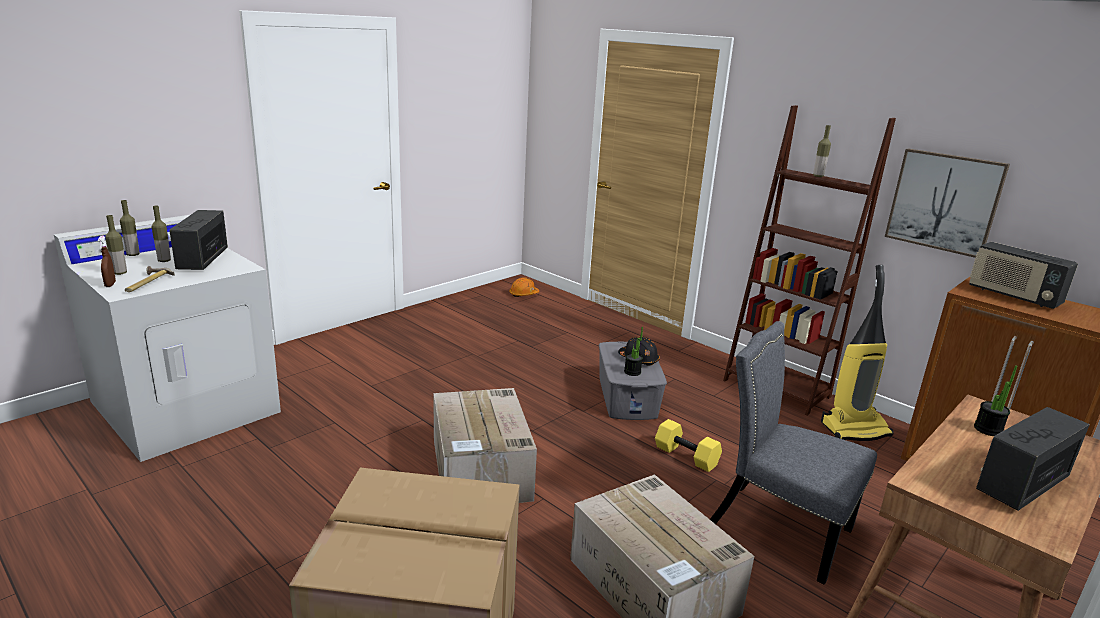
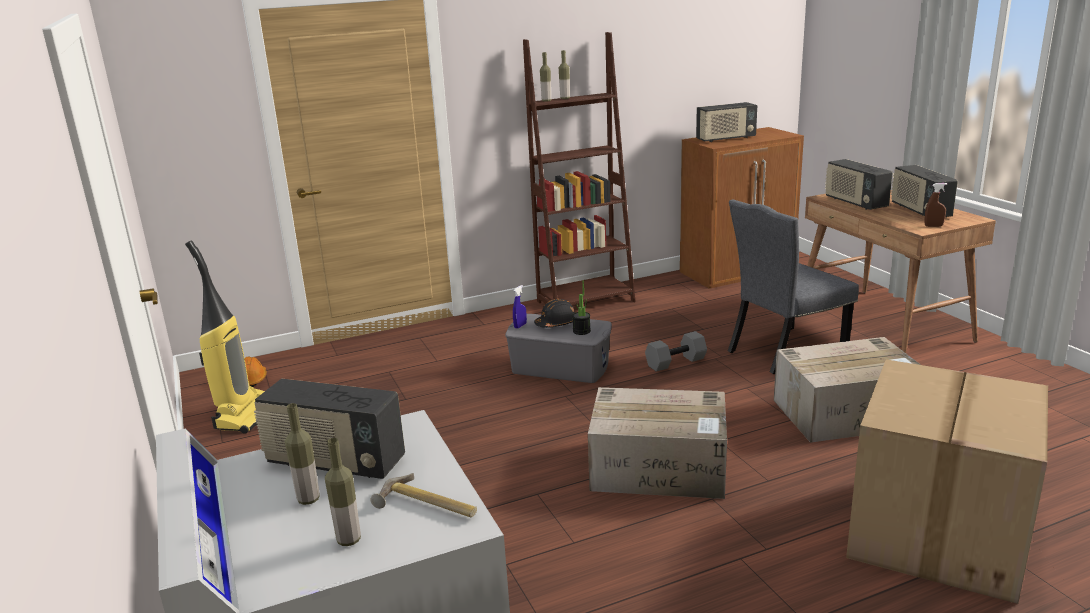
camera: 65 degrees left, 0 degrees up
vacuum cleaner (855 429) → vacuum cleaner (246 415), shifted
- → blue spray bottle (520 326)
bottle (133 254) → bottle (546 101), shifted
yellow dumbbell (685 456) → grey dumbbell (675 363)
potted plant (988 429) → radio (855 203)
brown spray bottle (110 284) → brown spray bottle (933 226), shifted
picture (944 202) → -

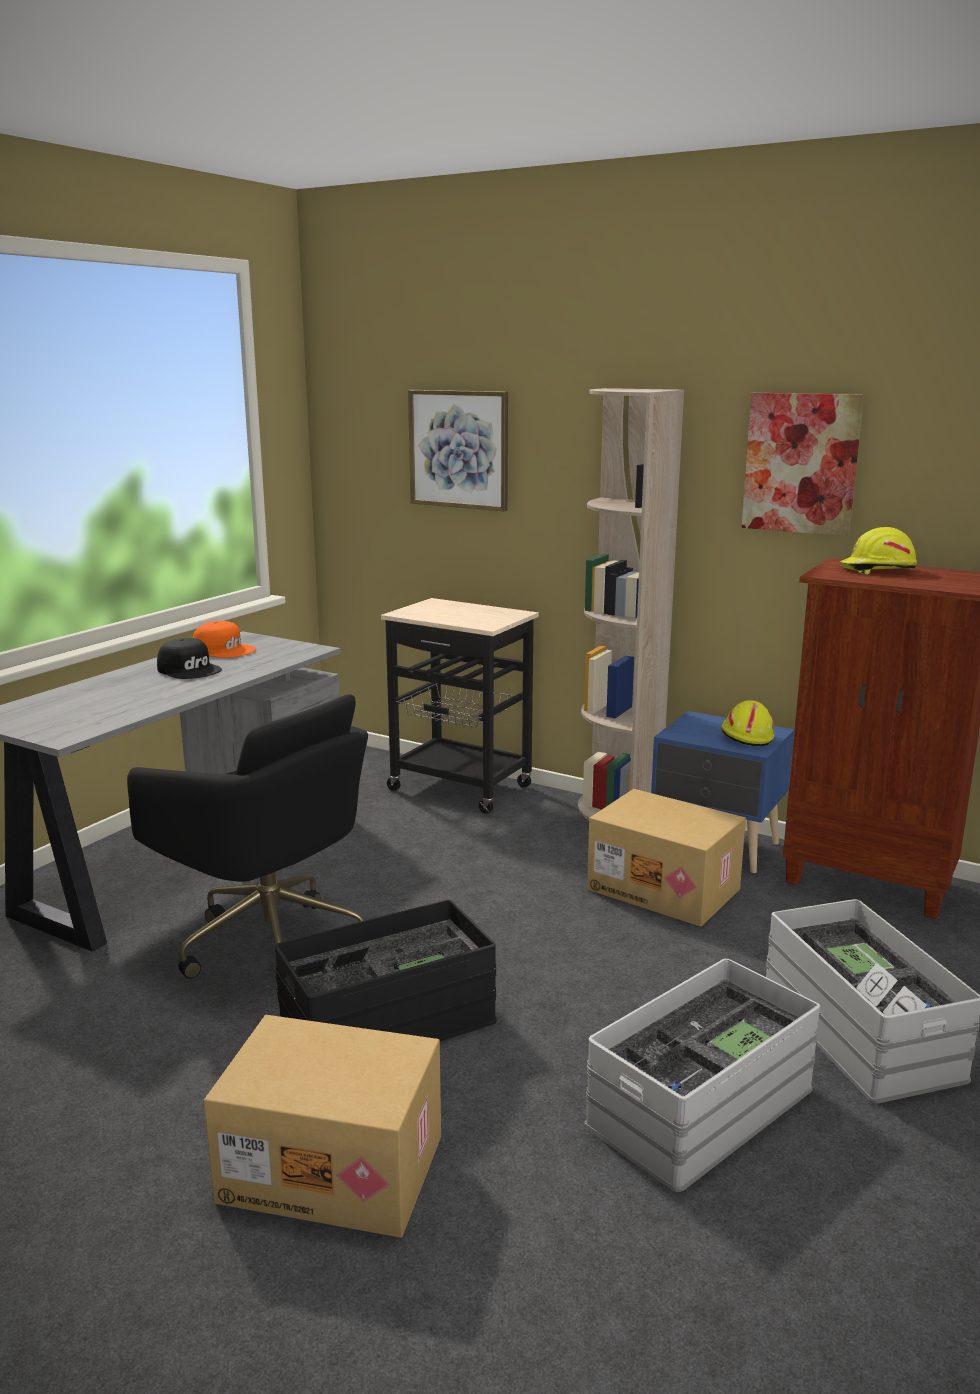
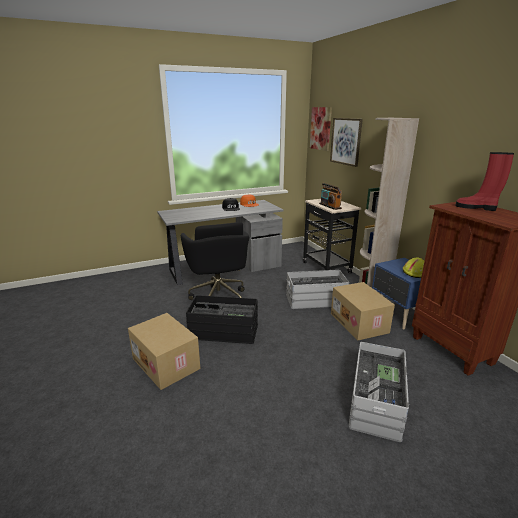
camera: 35 degrees right, 5 degrees up
grey storage box (702 1107) → grey storage box (315 300), shifted
picture (801 463) → picture (321 128), shifted
- → radio (330 206)
yellow hard hat (877 570) → red boot (476 208)

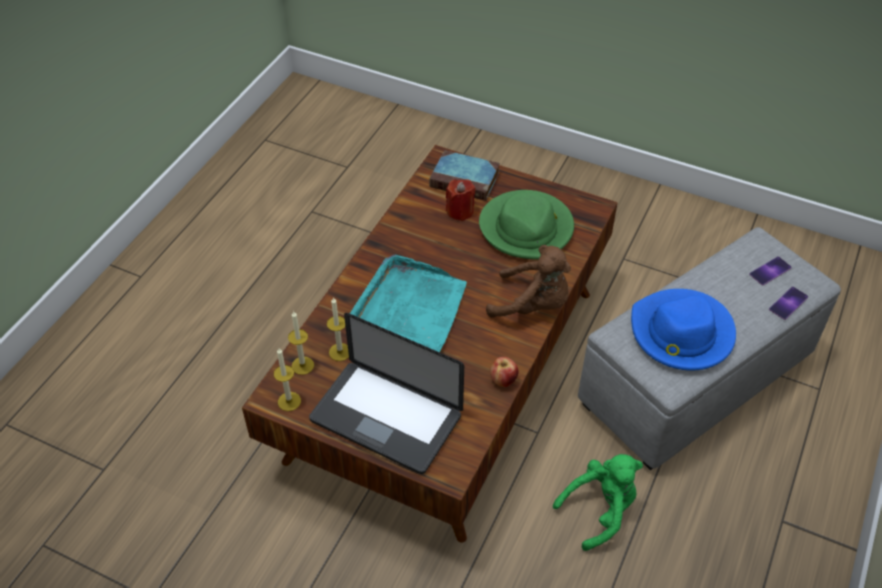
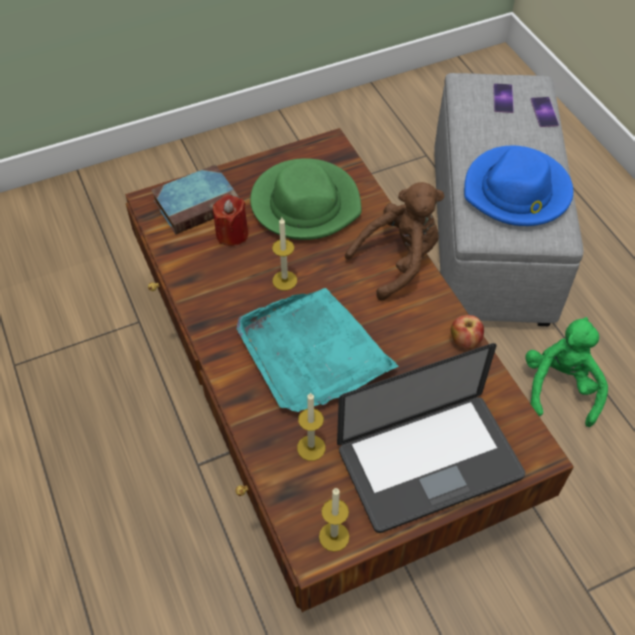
camera: 50 degrees left, 5 degrees up
candle (302 365) → candle (284 280), shifted

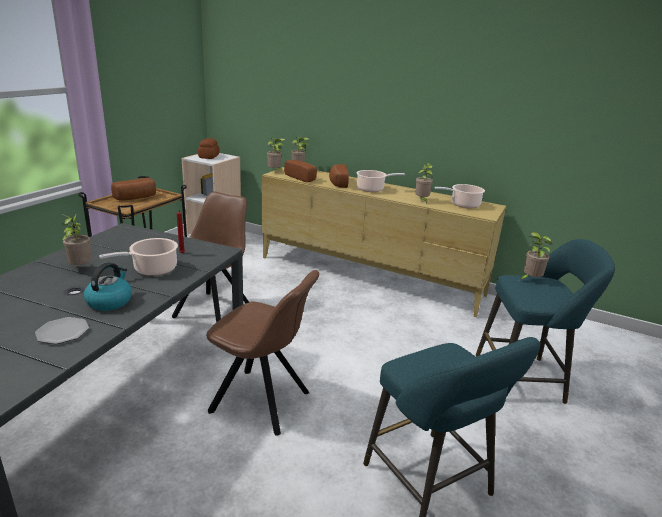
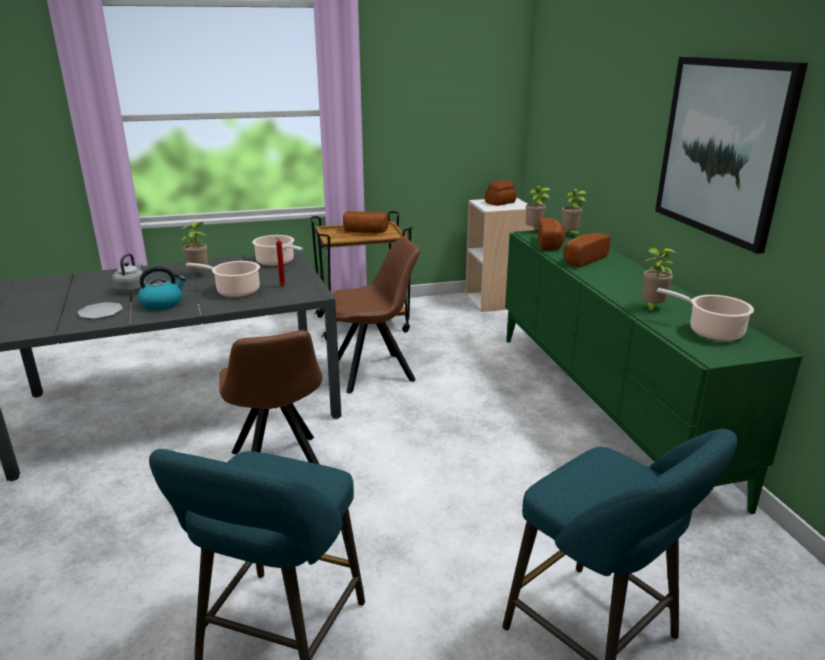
camera: 50 degrees right, 0 degrees up
- → grey kettle (132 289)
cooking pot (372 189) → cooking pot (277 262), shifted
beige cabinet (370 275) → green cabinet (605 409)
- → picture (722 149)
potted plant (530 280) → -

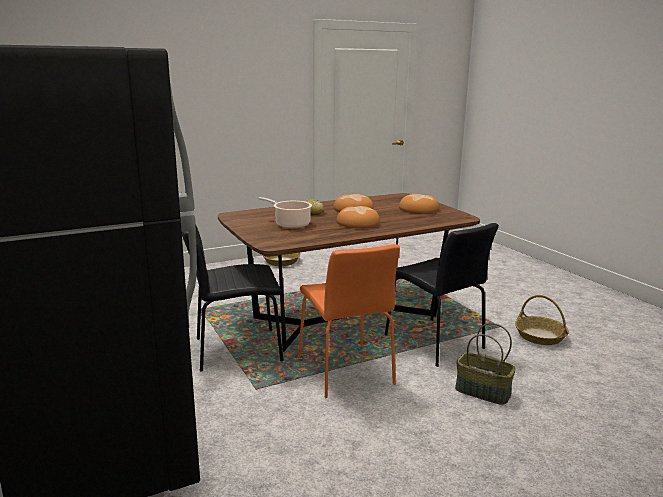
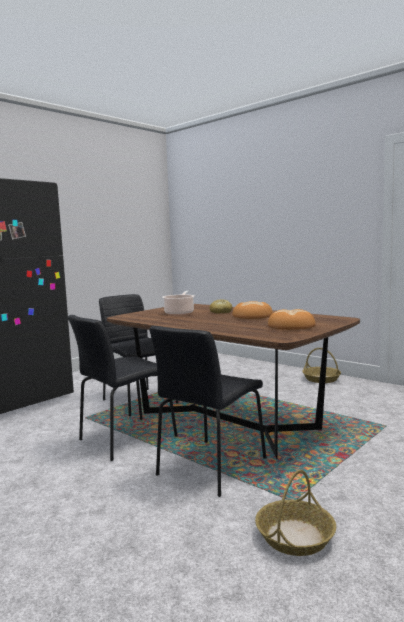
camera: 70 degrees right, 10 degrees down
orange chair (346 371) → black chair (125 439)
bread (358 222) → -
basket (482 392) → -

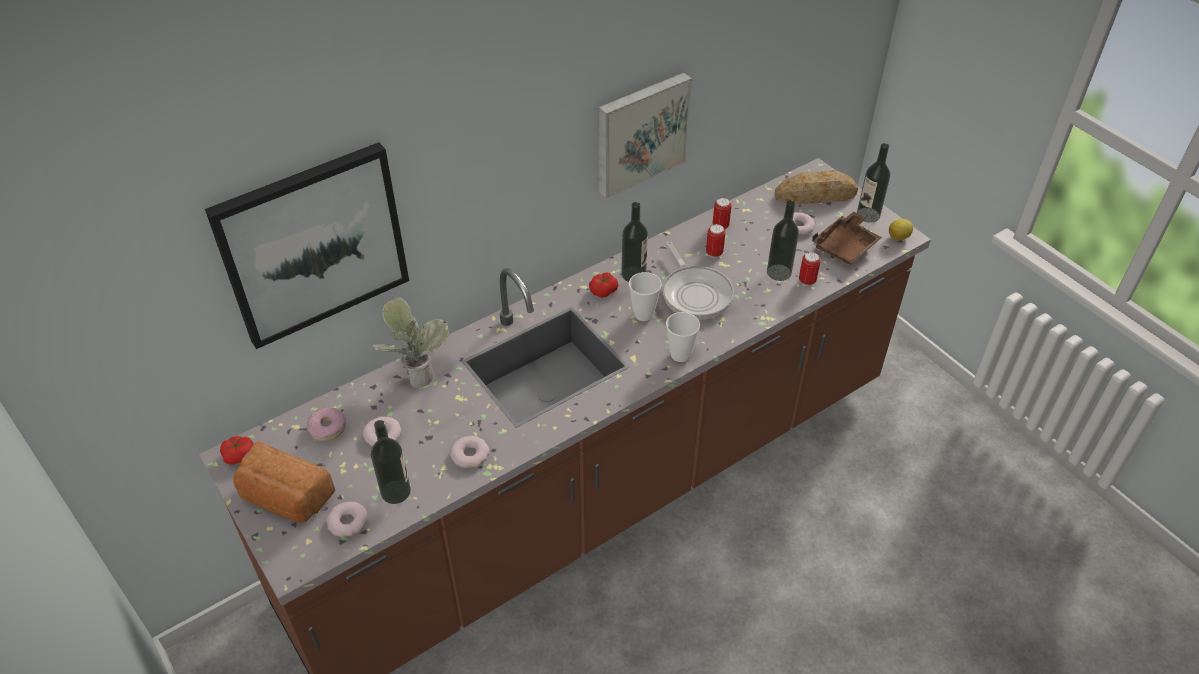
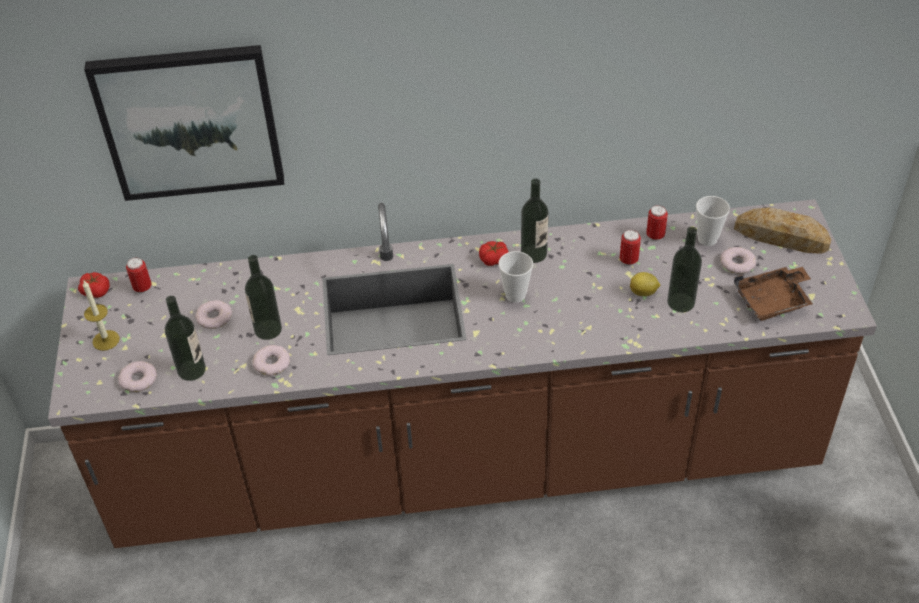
camera: 30 degrees right, 0 degrees up
bread (285 498) → candle (106 340)
can (807 281) → can (142 288), shifted
bottle (868 215) → bottle (268 329), shifted
lemon (899 237) → lemon (644 292), shifted
cup (680 355) → cup (707 239), shifted
donut (327 428) → -
potted plant (416 373) → -
picture (640 133) → -
frying pan (695 293) → -

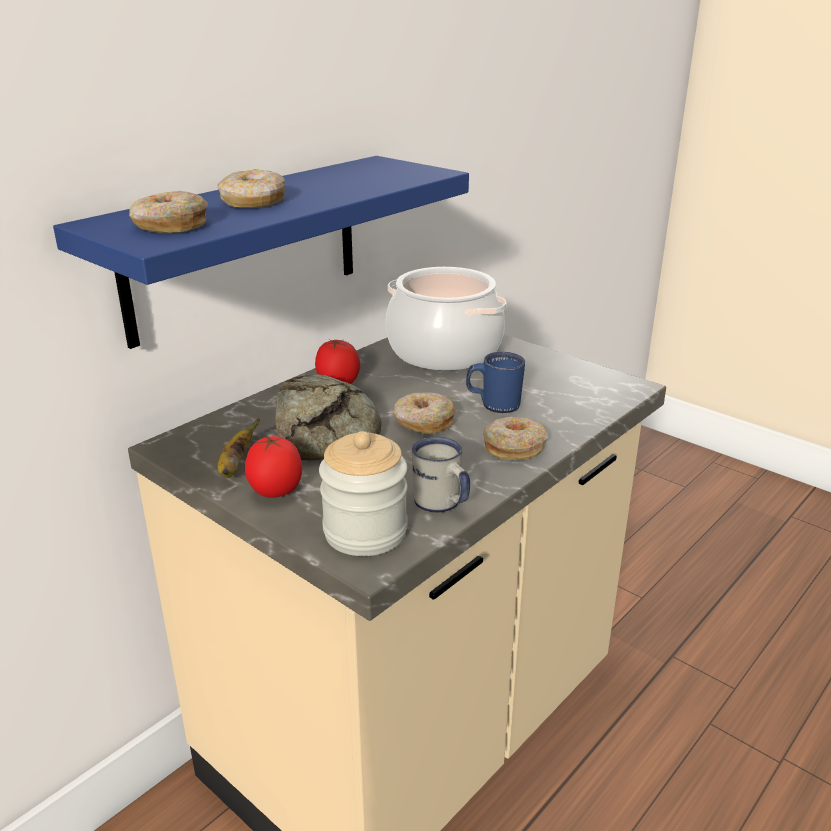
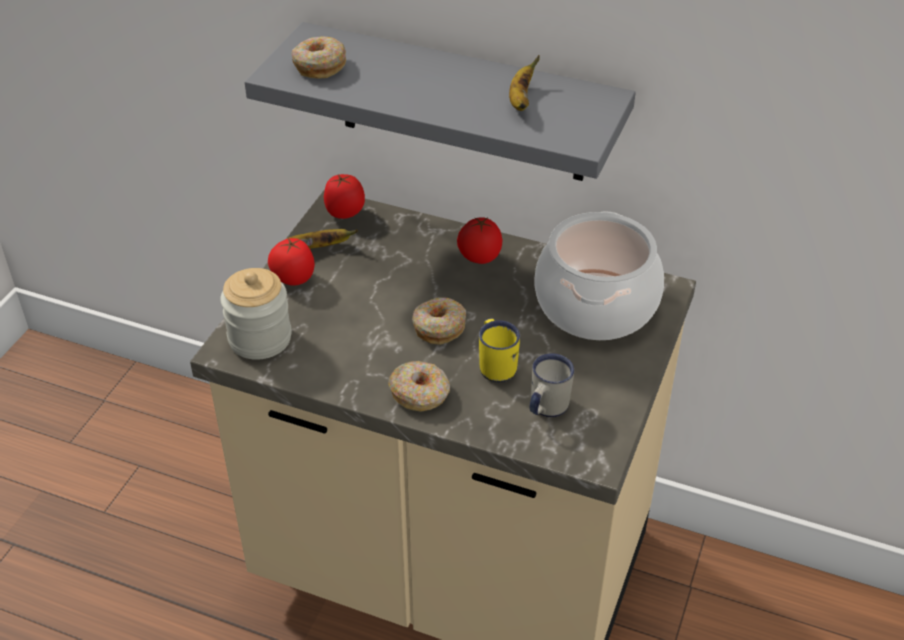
camera: 70 degrees right, 15 degrees up
blue shelf (245 247) → grey shelf (462 104)
- → tomato (345 213)
blue mug (493 404) → yellow mug (496 364)
- → banana (521 100)
white mug (441 505) → white mug (545 408), shifted
donut (253 202) → -
bread (325 431) → -

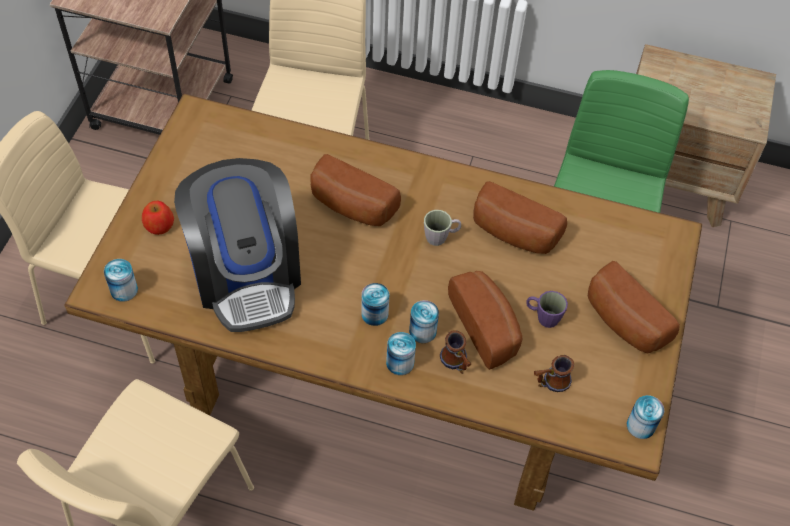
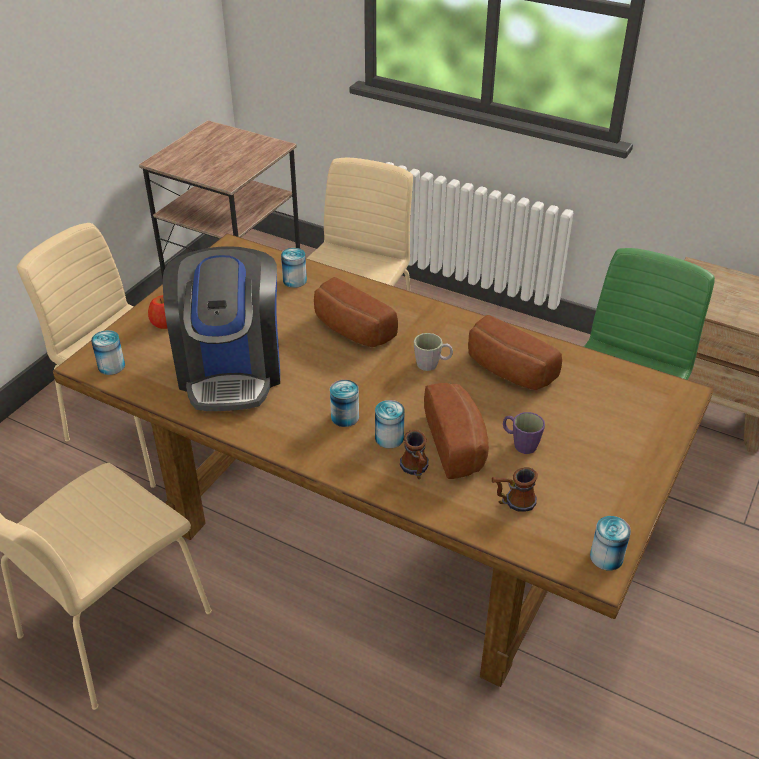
camera: 15 degrees right, 15 degrees down
can (400 363) → can (294 280), shifted
bread (622 322) → -

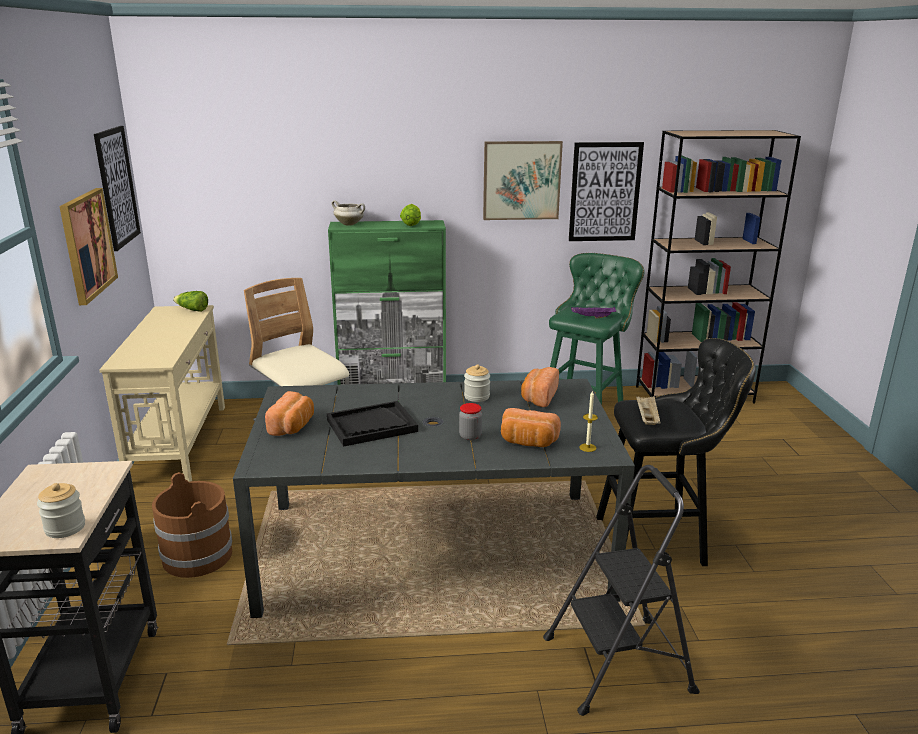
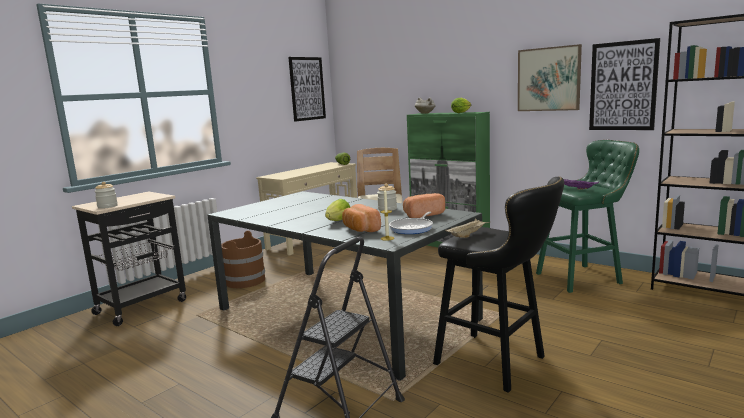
camera: 45 degrees right, 10 degrees down
jar (470 436) → lettuce (337 221)
- → frying pan (412 228)
picture (87 244) → -
bread (293 426) → -
black tray (371 426) → -

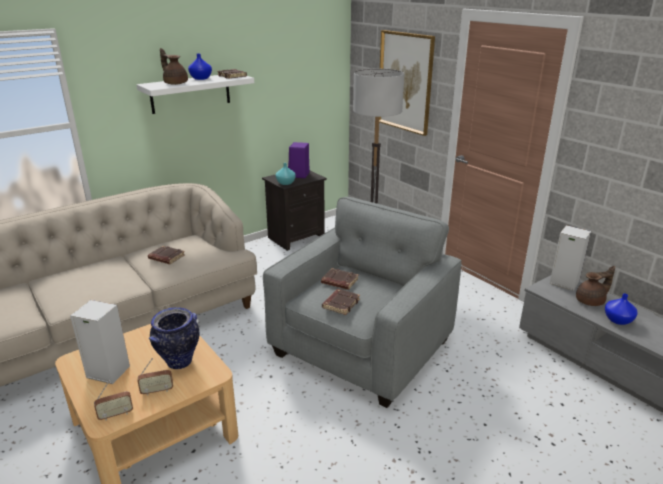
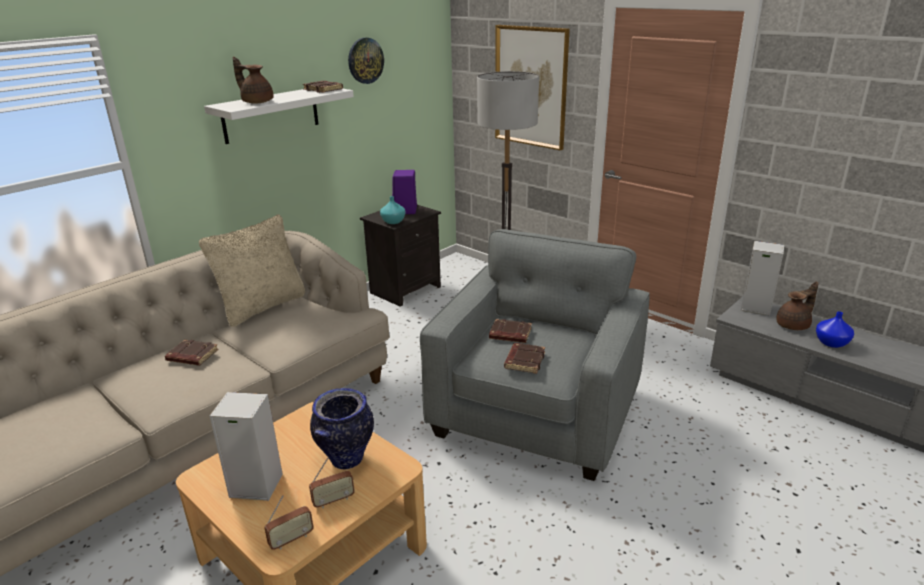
camera: 10 degrees left, 0 degrees up
brown book (166 257) → brown book (191 356), shifted
- → beige pillow (264 308)
- → wall clock (365 60)
blue vase (200 78) → -

